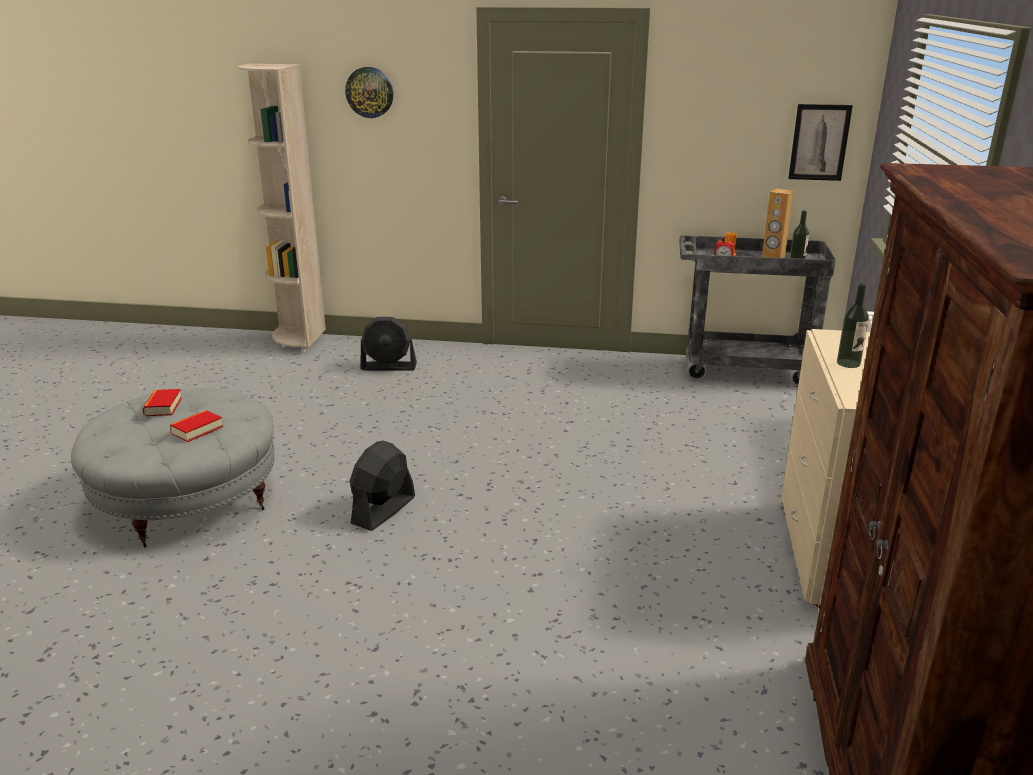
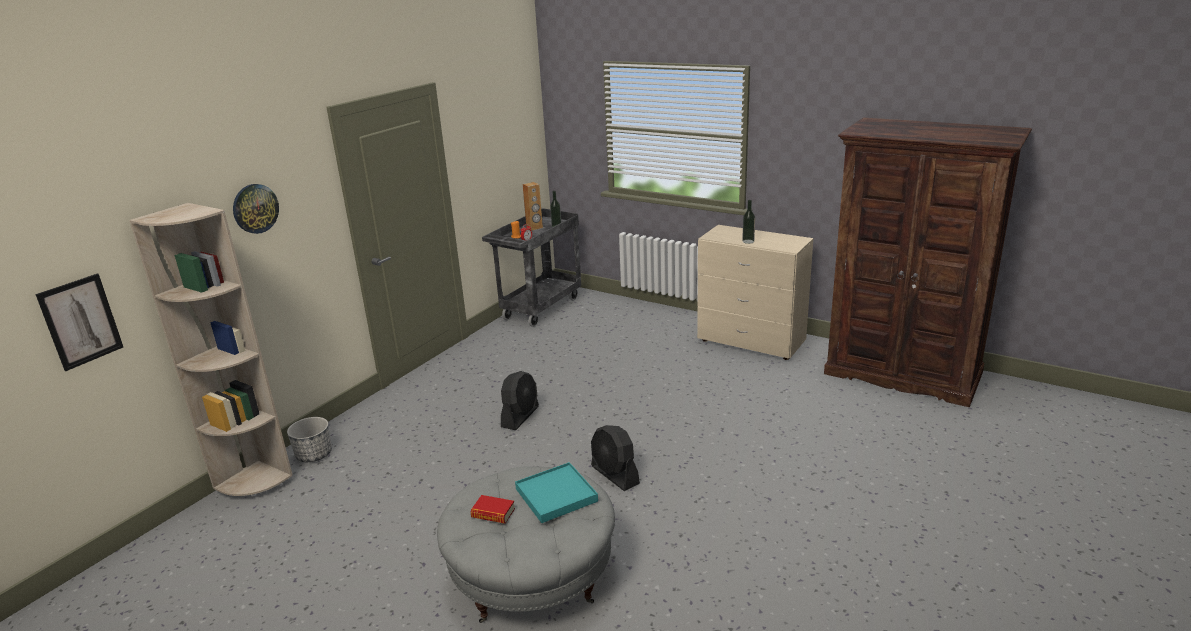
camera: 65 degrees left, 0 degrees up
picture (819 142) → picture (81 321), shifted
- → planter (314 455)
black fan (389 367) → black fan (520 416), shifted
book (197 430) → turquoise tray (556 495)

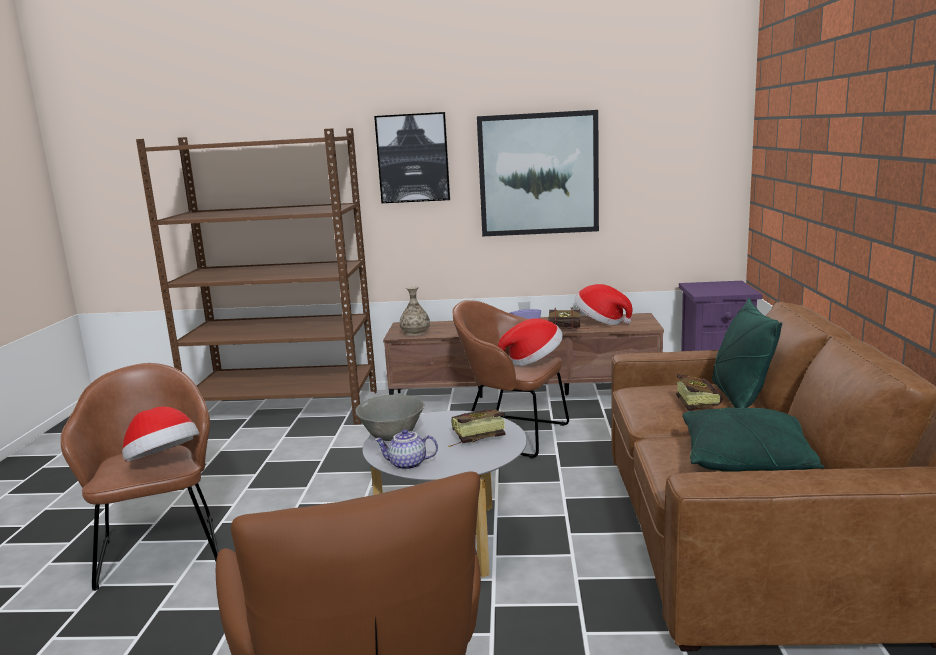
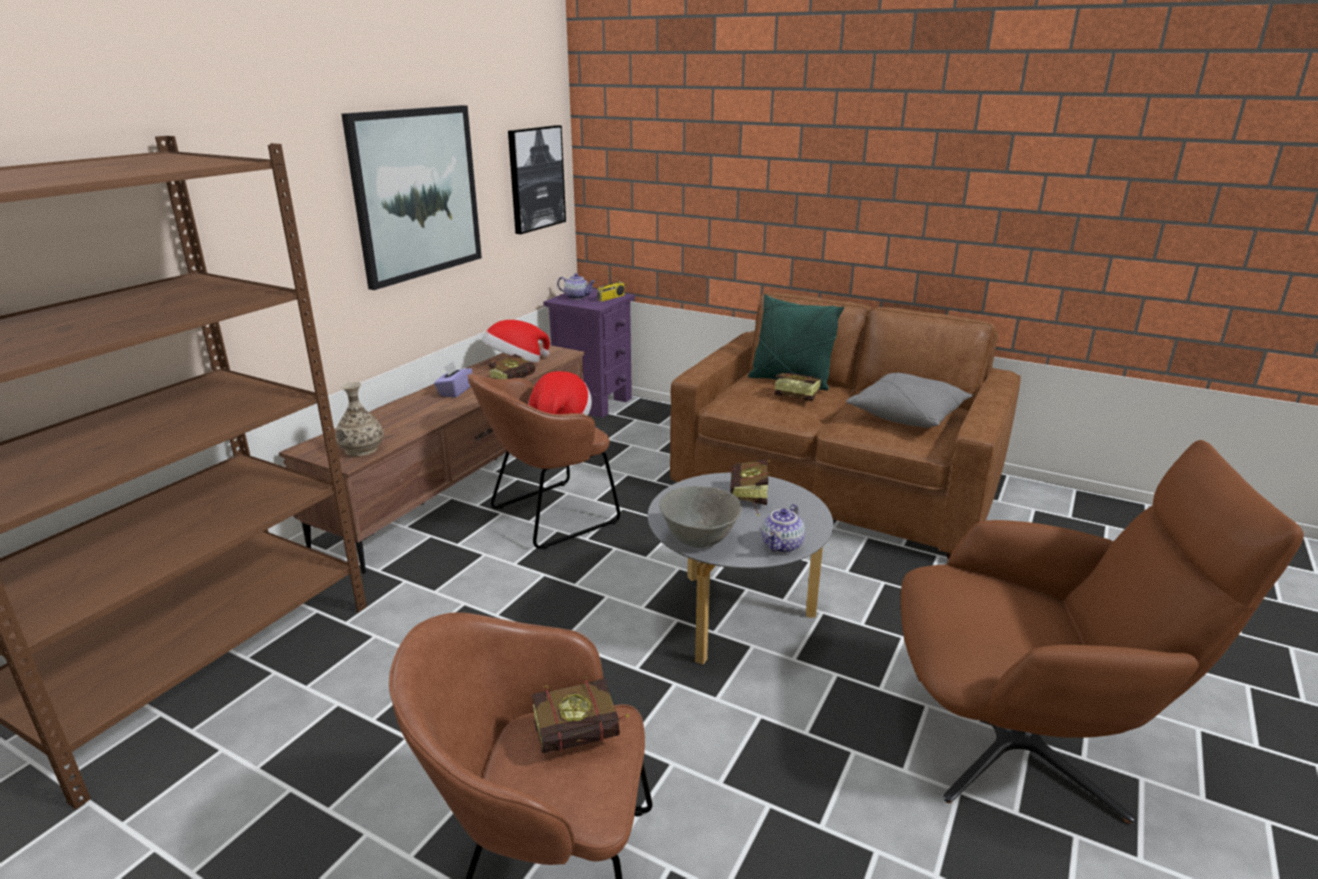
camera: 65 degrees left, 10 degrees up
picture (413 158) → picture (536 178), shifted
hat (163 462) → book (586 736)
- → teapot (577 297)
- → radio (611 298)
green pillow (746 460) → grey pillow (907 415)

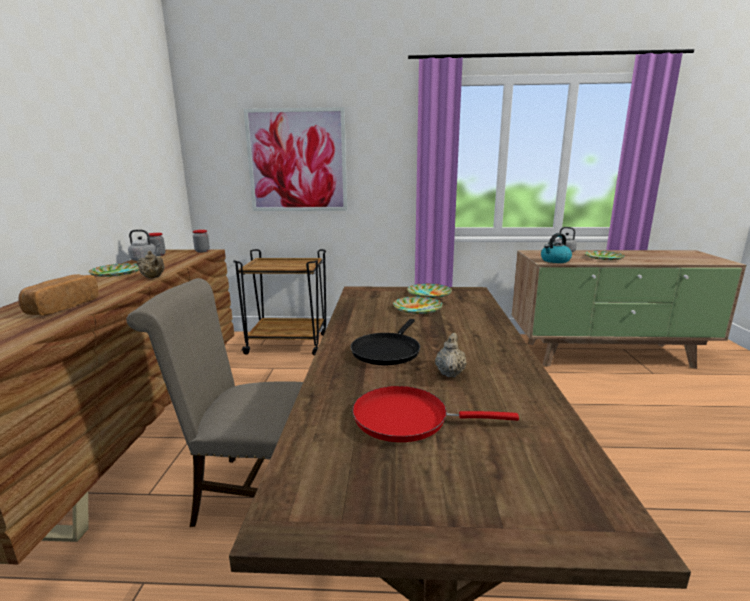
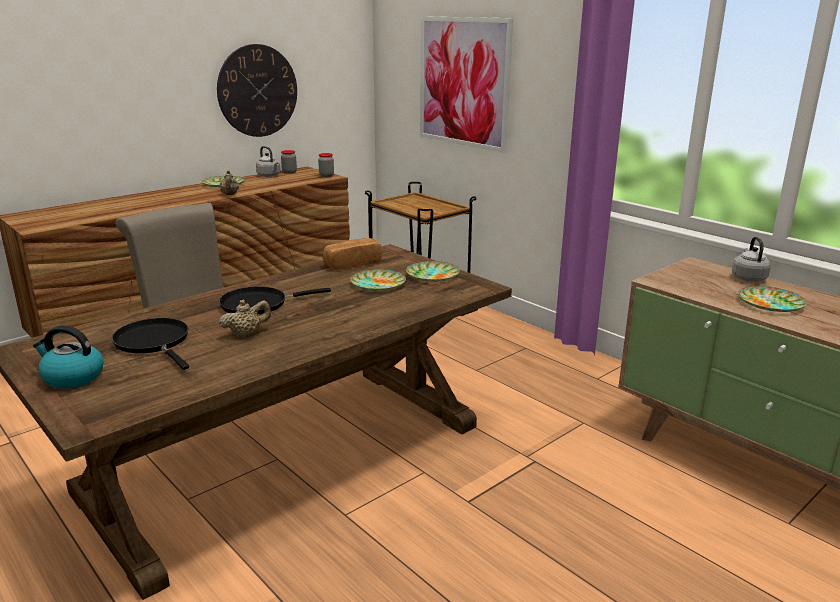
camera: 45 degrees right, 5 degrees up
kettle (555 260) → kettle (72 377), shifted
red frying pan (407 419) → black frying pan (154 342)
- → wall clock (257 91)
bread (62 307) → bread (352 264), shifted

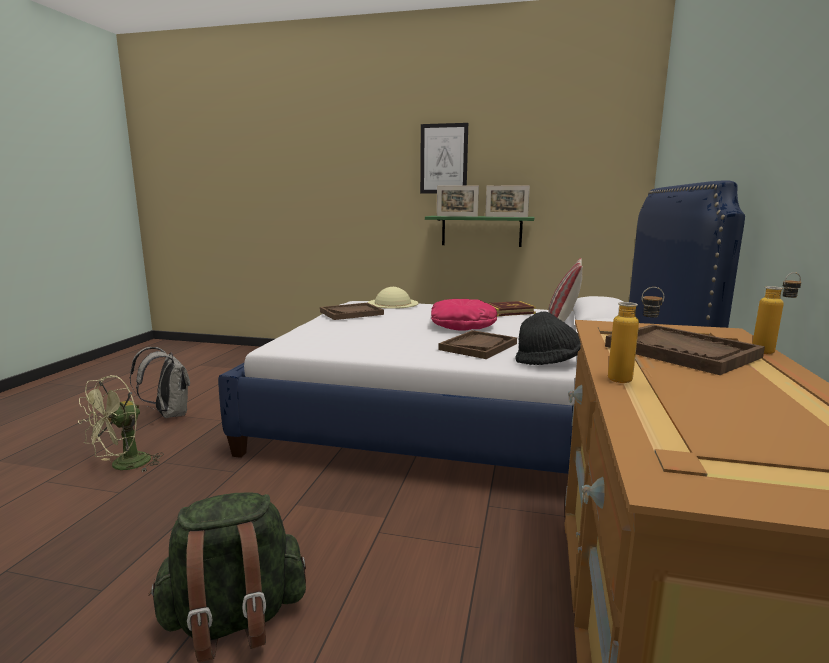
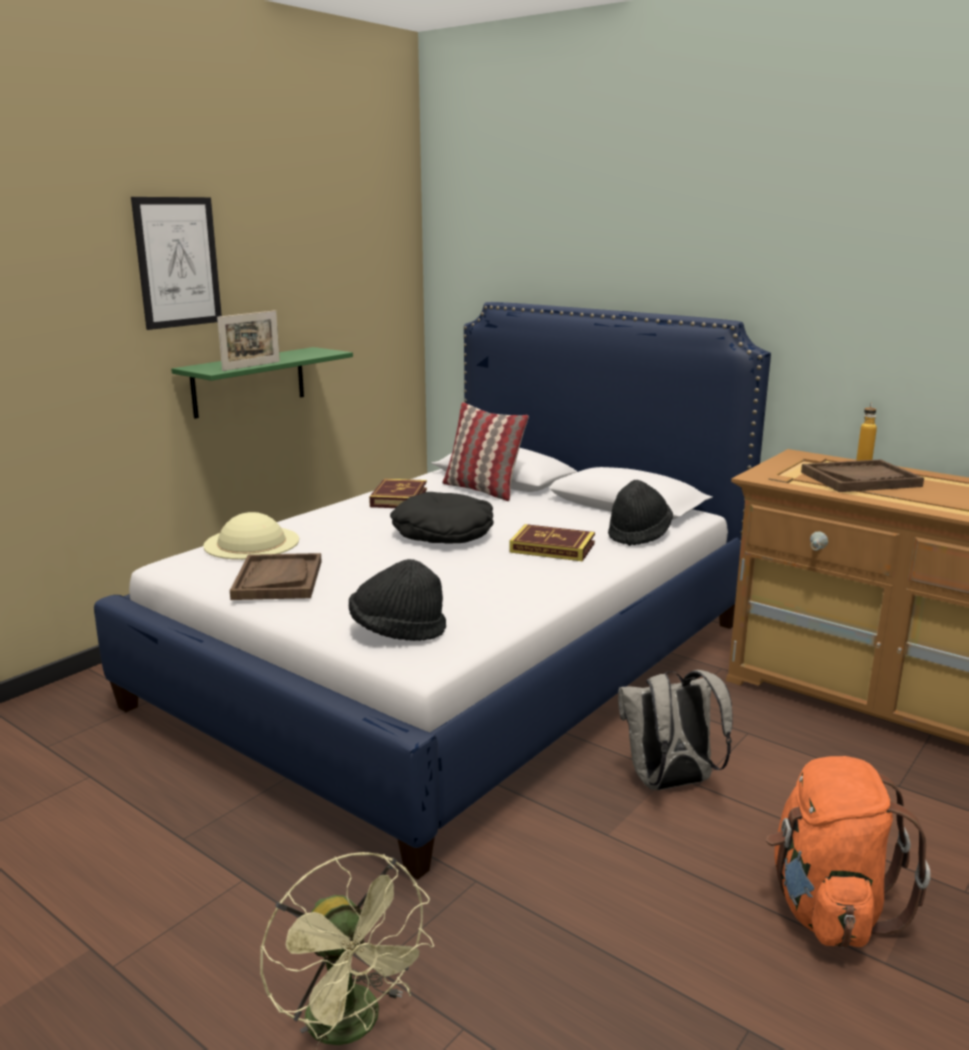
camera: 65 degrees left, 5 degrees up
- → black hat (397 631)
pink pillow (463 325) → black pillow (445 533)
brown tray (478 346) → book (552 548)
grey backpack (169 414) → grey backpack (670 783), shifted
green backpack (234 620) → orange backpack (828 908)
picture frame (506 216) → -
bottle (630 380) → -

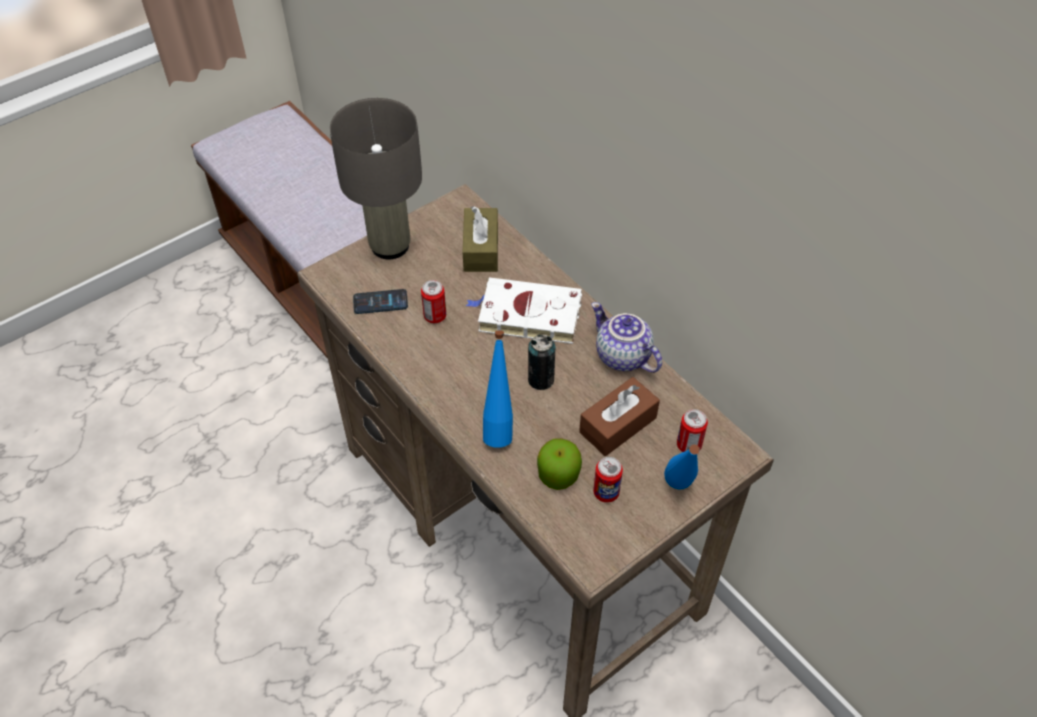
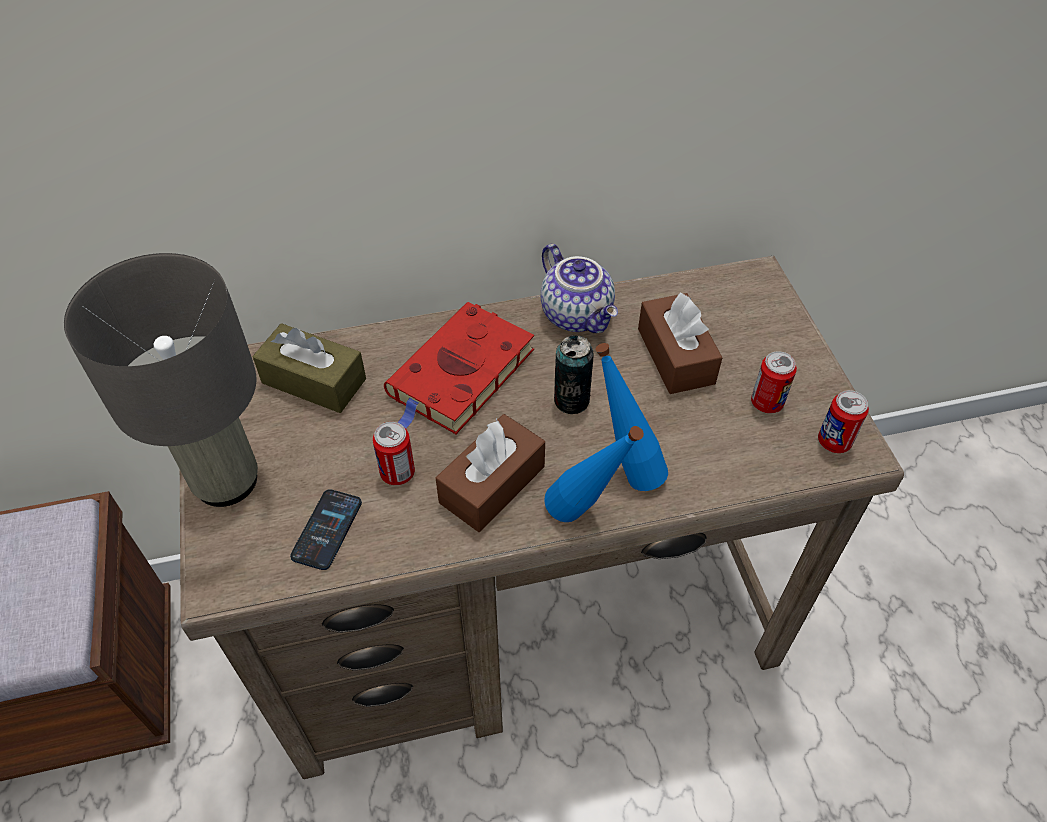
camera: 65 degrees left, 0 degrees up
white book (526 315) → red book (459 376)
- → brown tissue box (492 484)
teapot (621 356) → teapot (578 315), 105 degrees counterclockwise
blue bottle (678 493) → blue bottle (585 517), shifted
can (688 445) → can (834 442), shifted
apple (558 474) → -

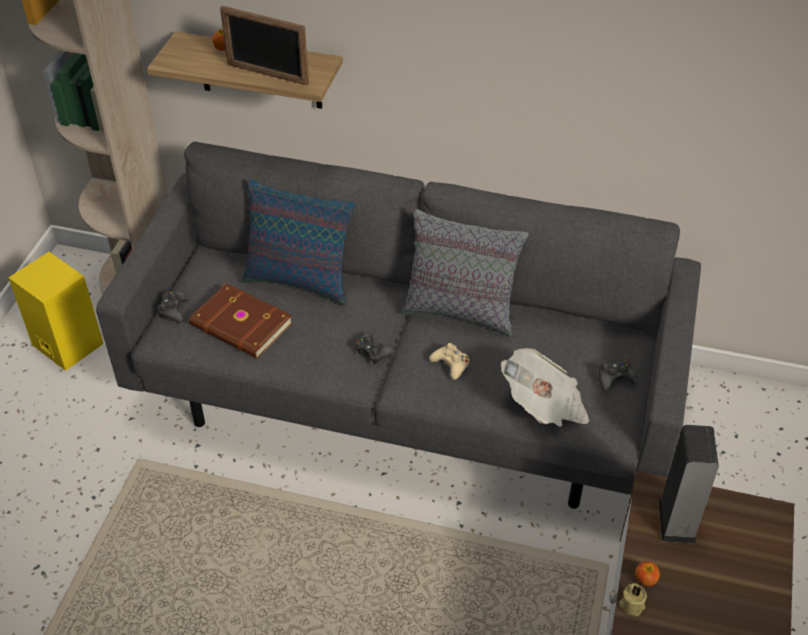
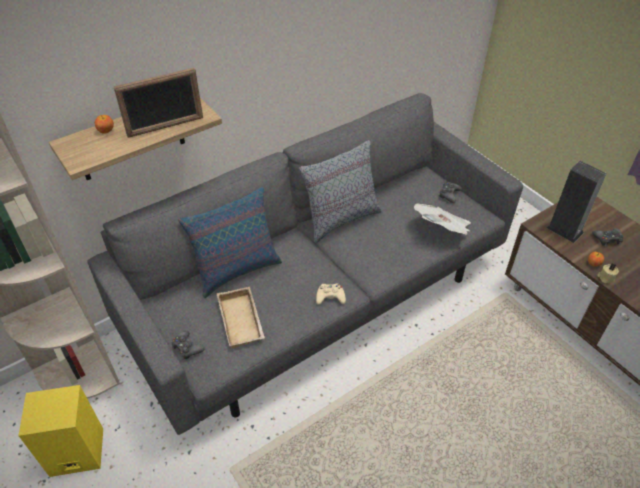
camera: 50 degrees left, 0 degrees up
brown book (240 325) → beige tray (242 321)
beige game controller (451 364) → beige game controller (330 297), shifted
black game controller (373 352) → black game controller (607 239), shifted

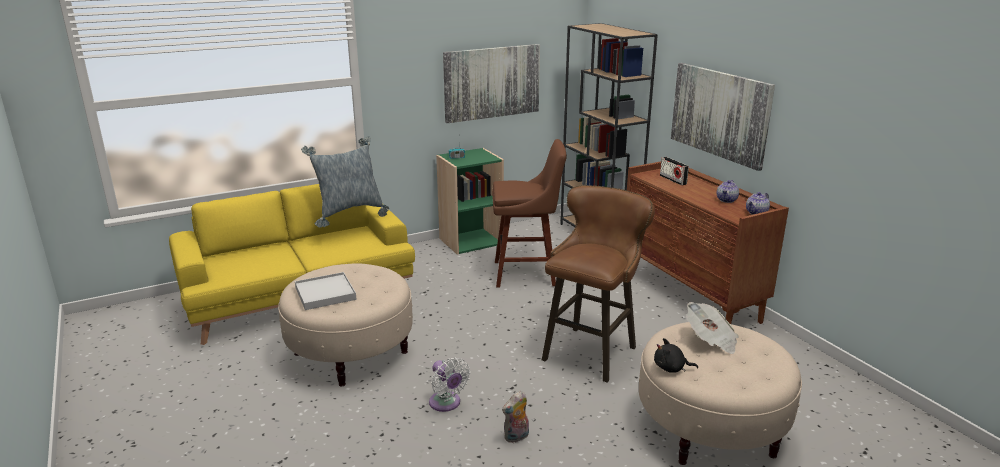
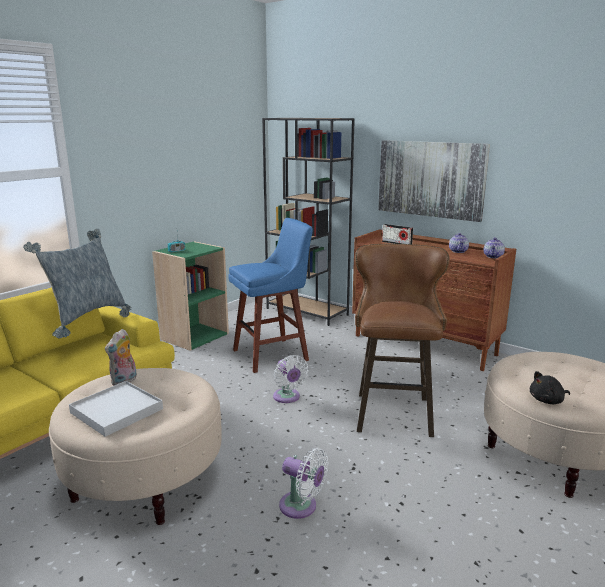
camera: 25 degrees left, 5 degrees down
plush toy (516 437) → plush toy (124 381), shifted
brown stool (526 273) → blue stool (272 355)
- → white fan (287 397)
picture (492 82) → -
newspaper (711 340) → -

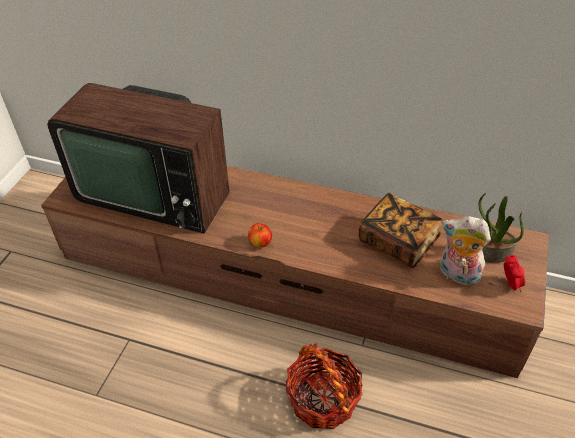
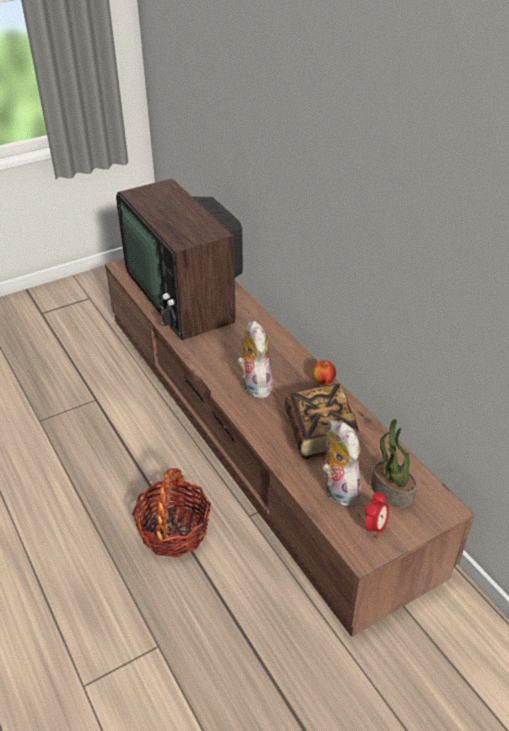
camera: 40 degrees right, 5 degrees down
- → plush toy (254 385)
apple (260 243) → apple (323 381), shifted

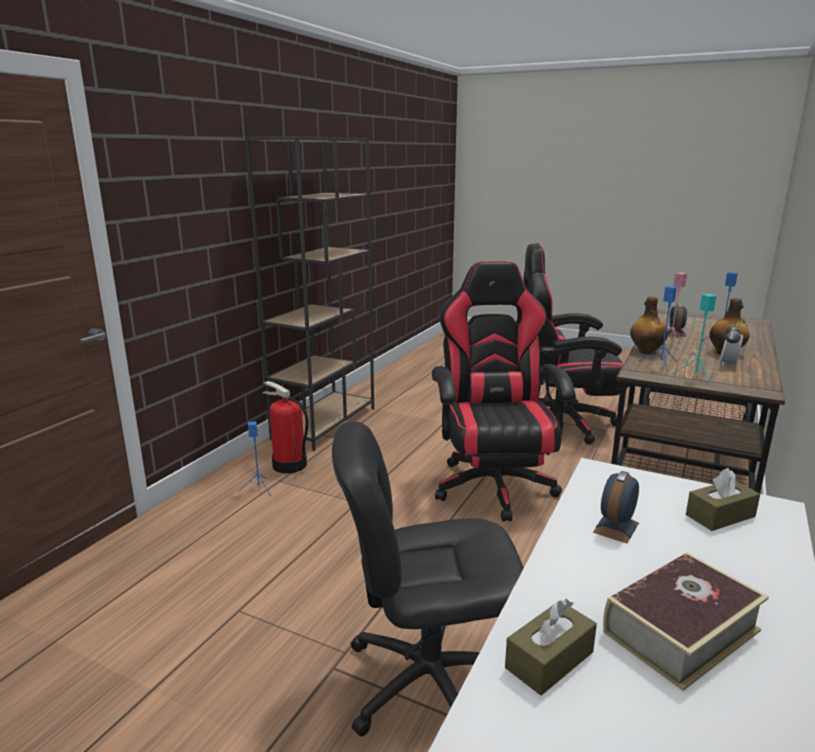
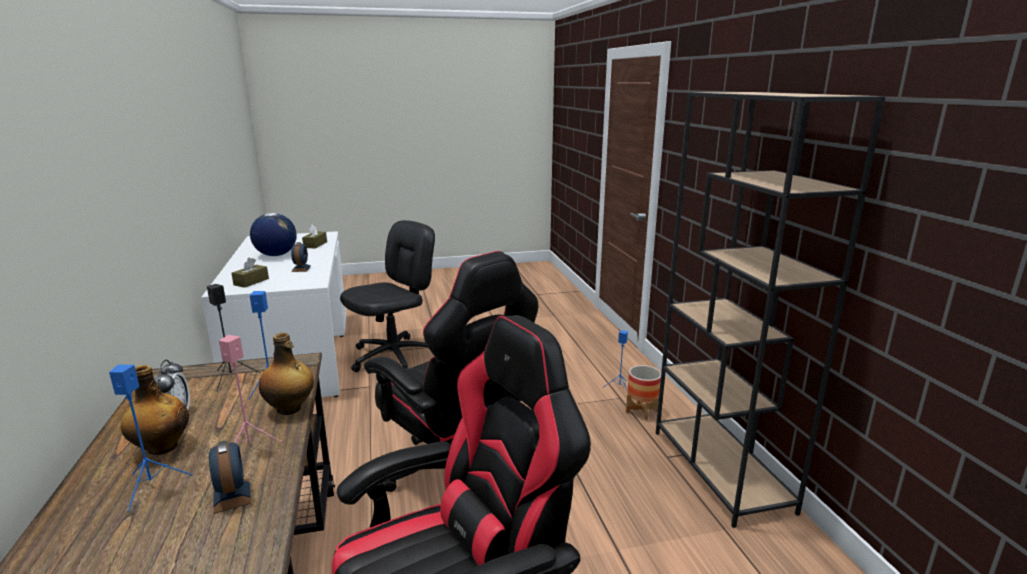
camera: 140 degrees right, 0 degrees up
turquoise speaker (695 376) → black speaker (232 377)
book (681 631) → globe (276 255)
fire extinguisher (289 465) → planter (642 411)

